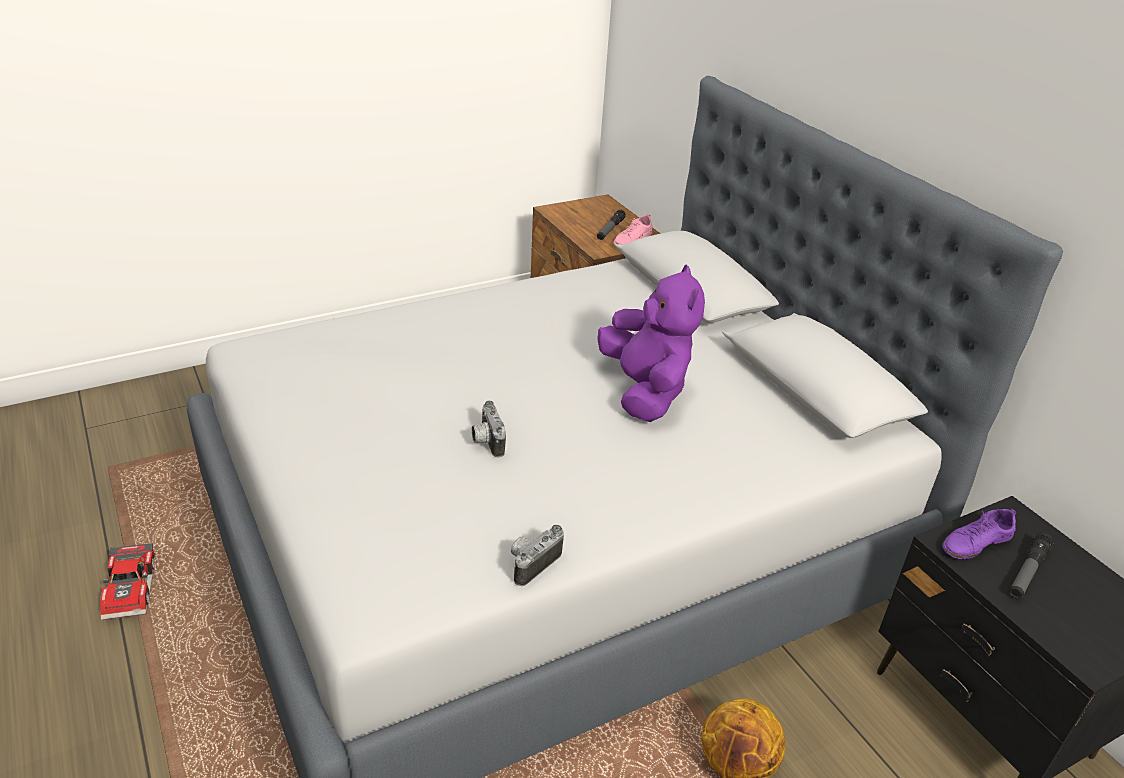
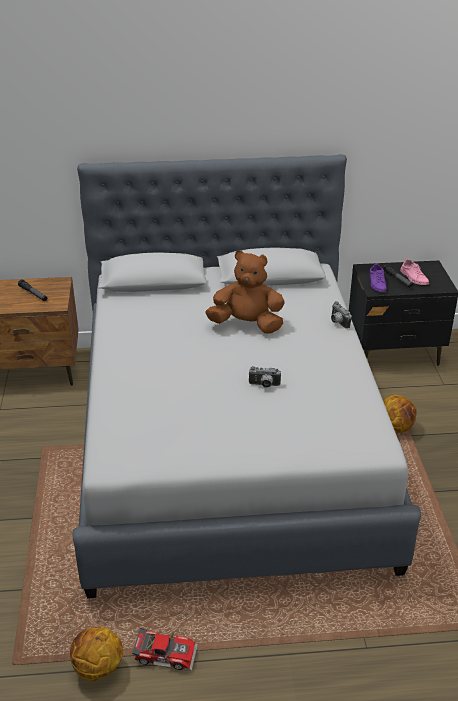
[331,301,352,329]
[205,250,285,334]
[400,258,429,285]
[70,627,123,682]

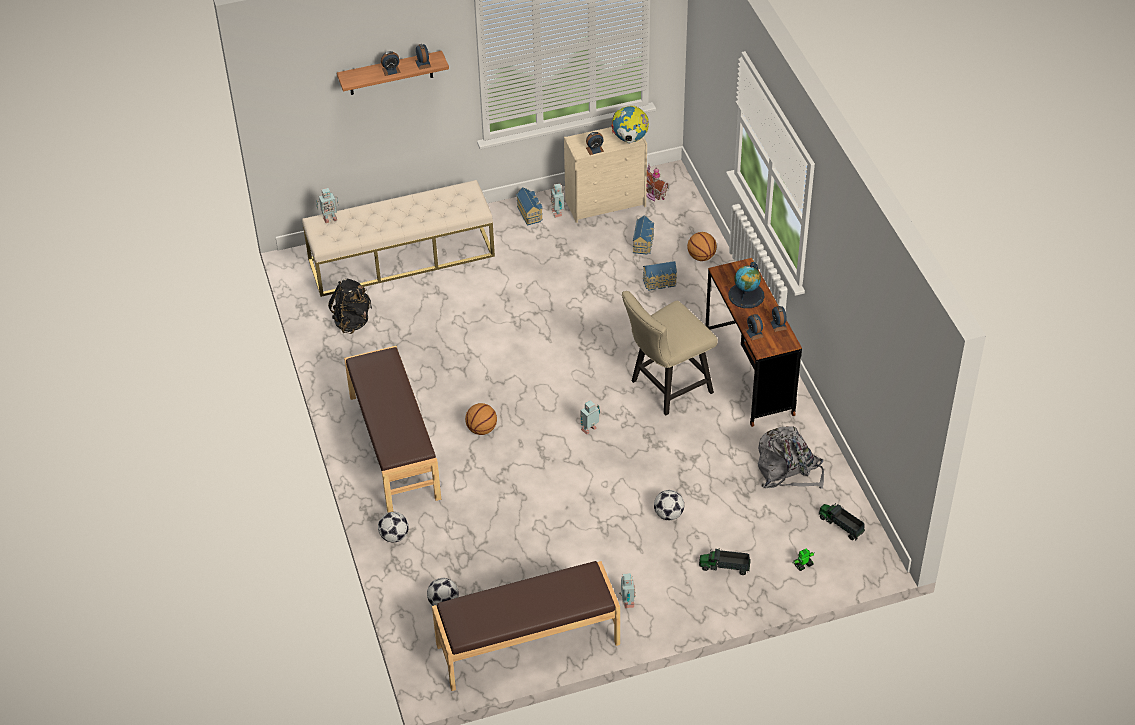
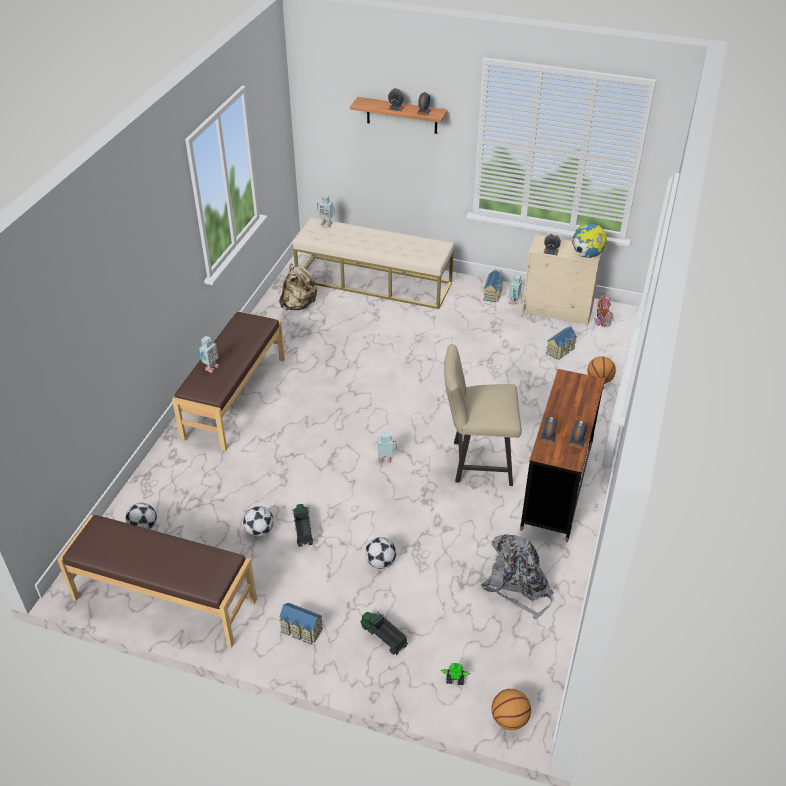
[279,264,318,310]
[243,506,274,537]
[491,689,531,730]
[199,336,219,373]
[279,603,323,644]
[728,262,765,308] (first image)
[292,504,313,547]

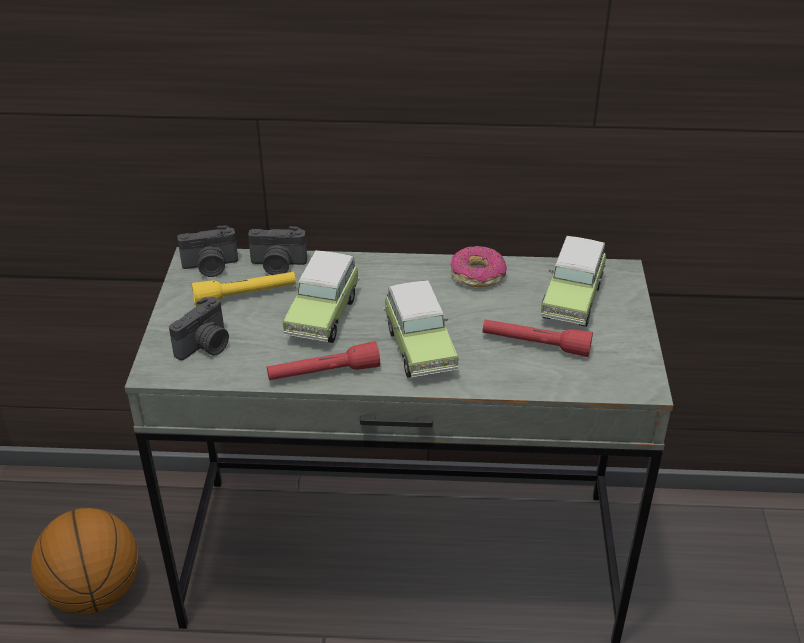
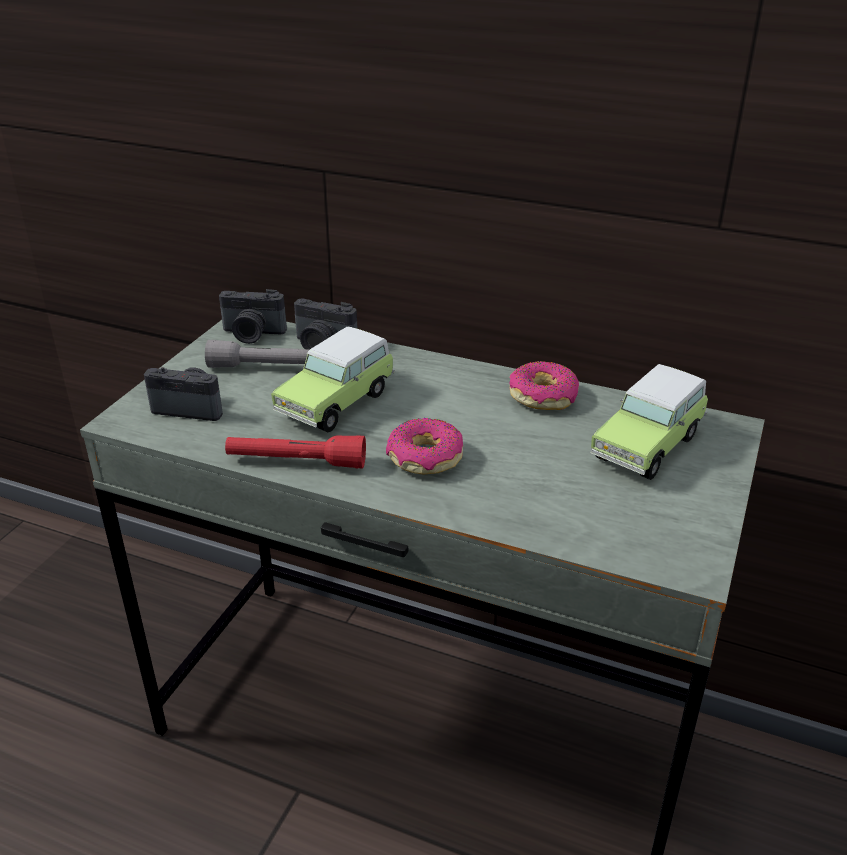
[31,508,139,614] (first image)
[144,367,223,421]
[205,340,310,368]
[386,418,463,474]
[483,319,593,357] (first image)

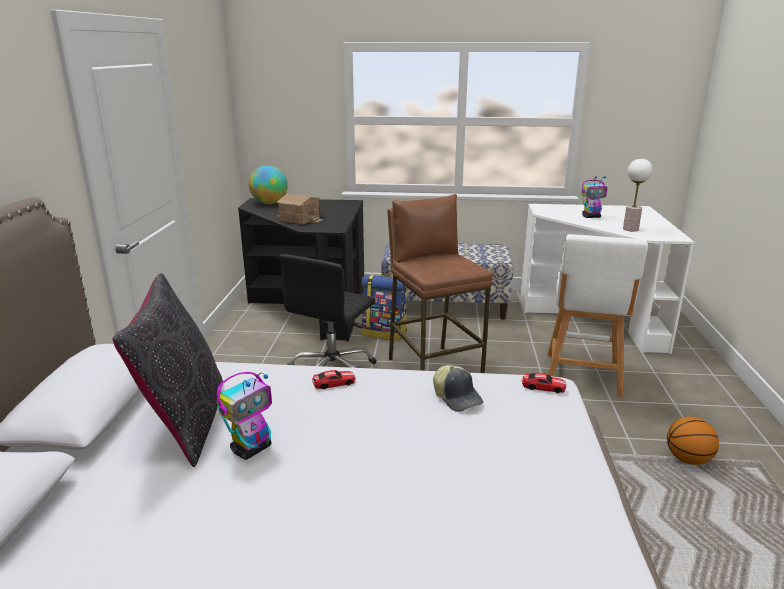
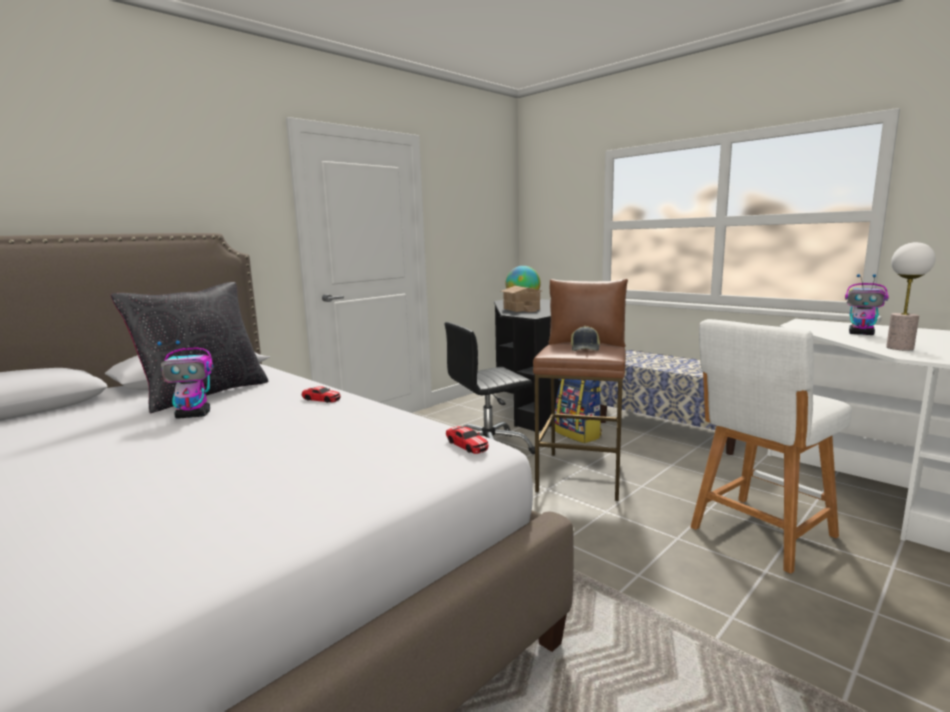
[571,326,600,351]
[667,417,719,465] (first image)

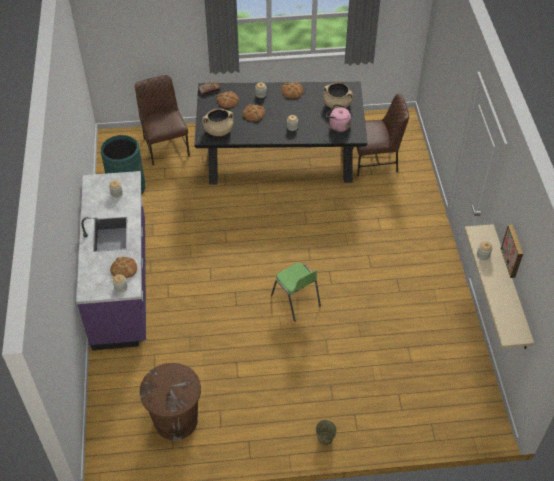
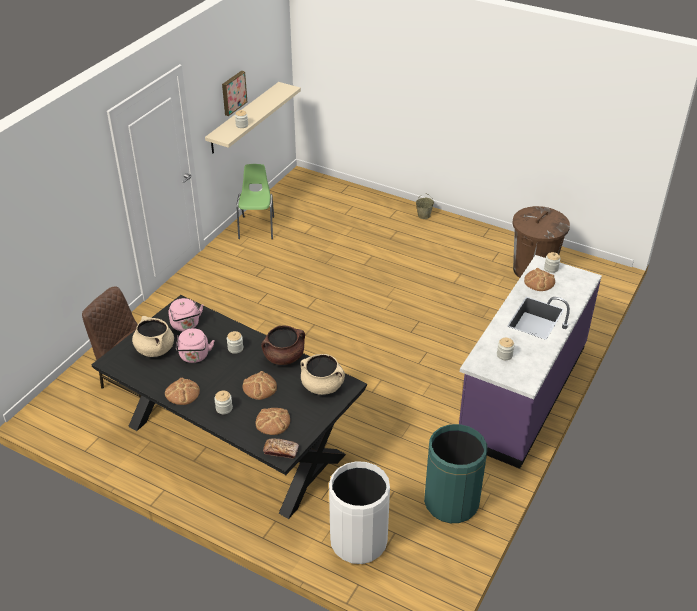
[329,461,390,564]
[236,164,274,239]
[176,328,215,363]
[261,325,305,365]

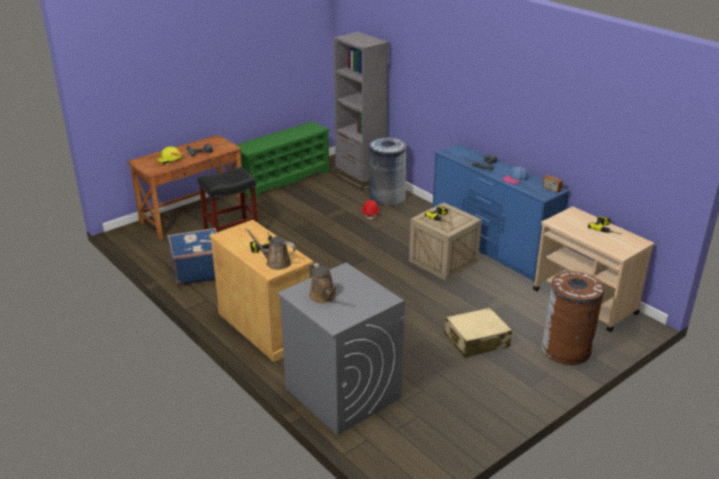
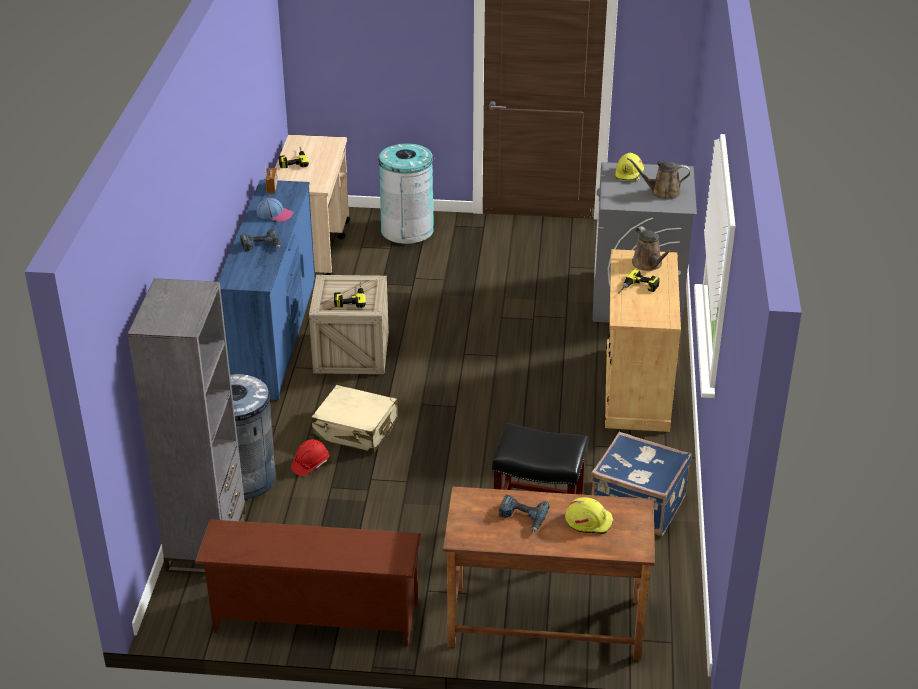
[195,519,421,647]
[627,158,690,199]
[311,385,398,453]
[379,143,435,244]
[615,153,644,181]

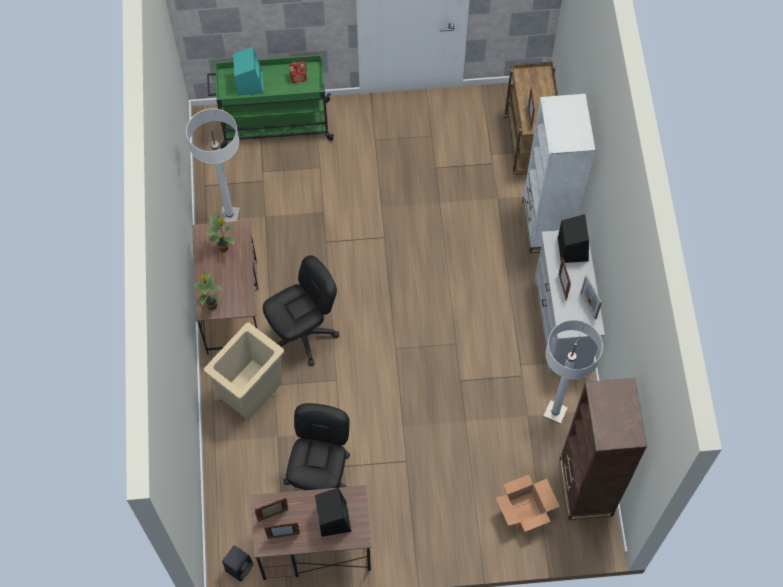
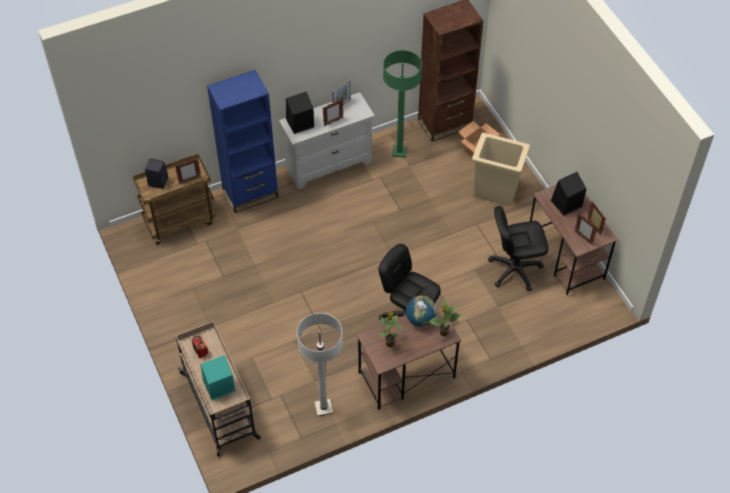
[472,133,530,206]
[175,321,261,456]
[145,159,168,189]
[207,70,279,213]
[383,50,422,157]
[406,296,436,326]

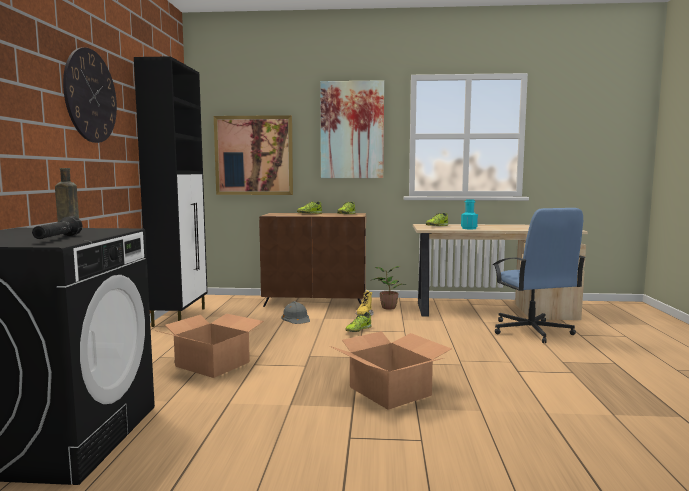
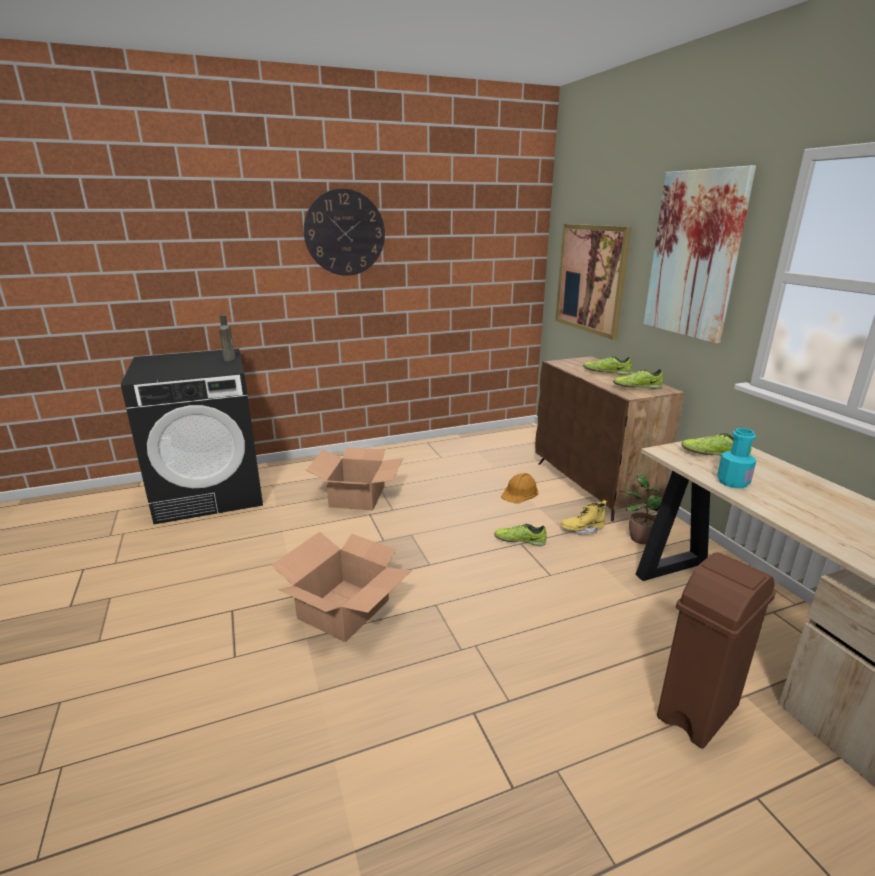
[32,216,82,239] (first image)
[134,56,207,327] (first image)
[501,473,538,504]
[657,552,776,749]

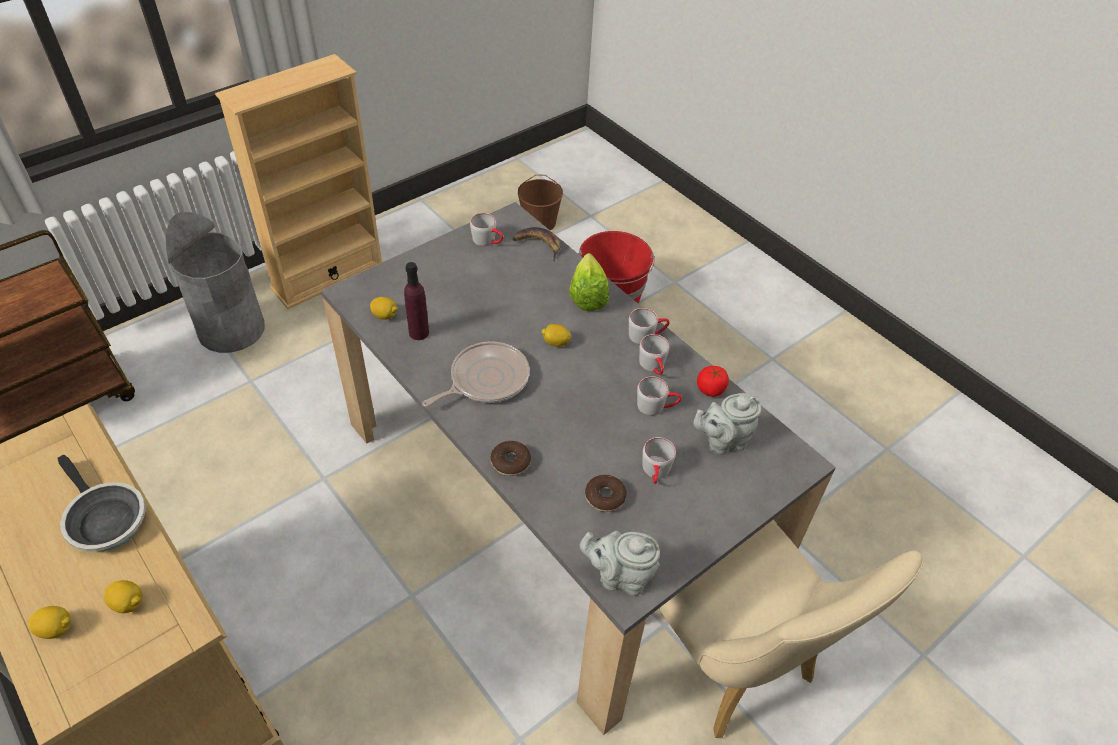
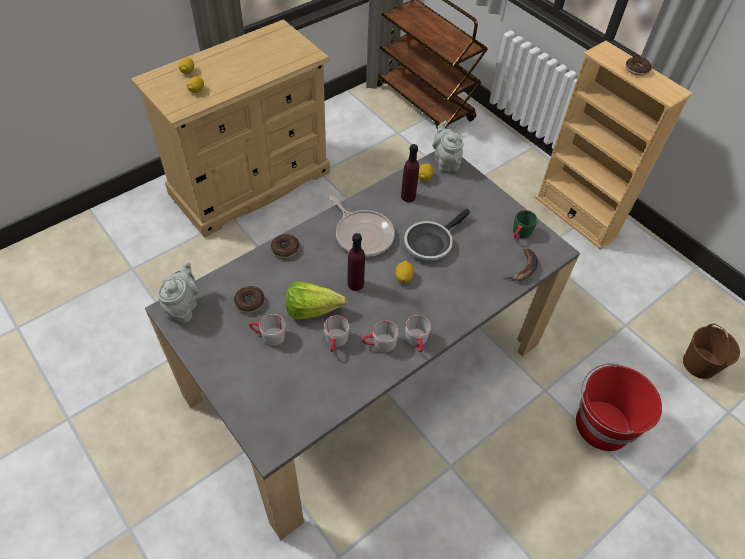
[404,209,471,261]
[166,212,265,353] (first image)
[513,210,538,239]
[286,282,347,319]
[659,520,923,738] (first image)
[432,120,464,172]
[697,366,729,397] (first image)
[348,233,365,291]
[626,57,652,76]

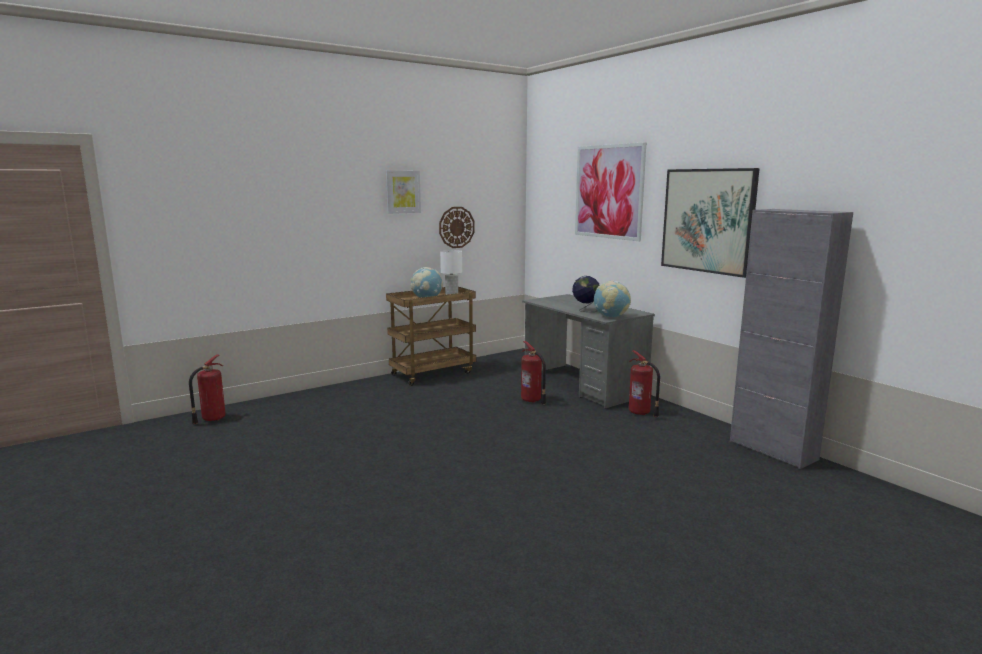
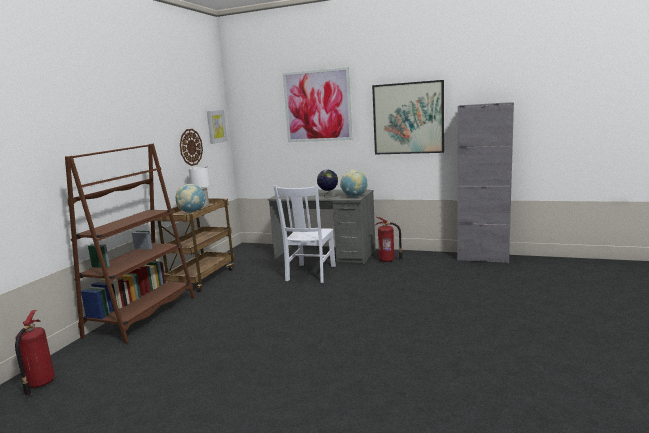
[207,110,227,144]
[273,185,336,283]
[65,144,195,343]

